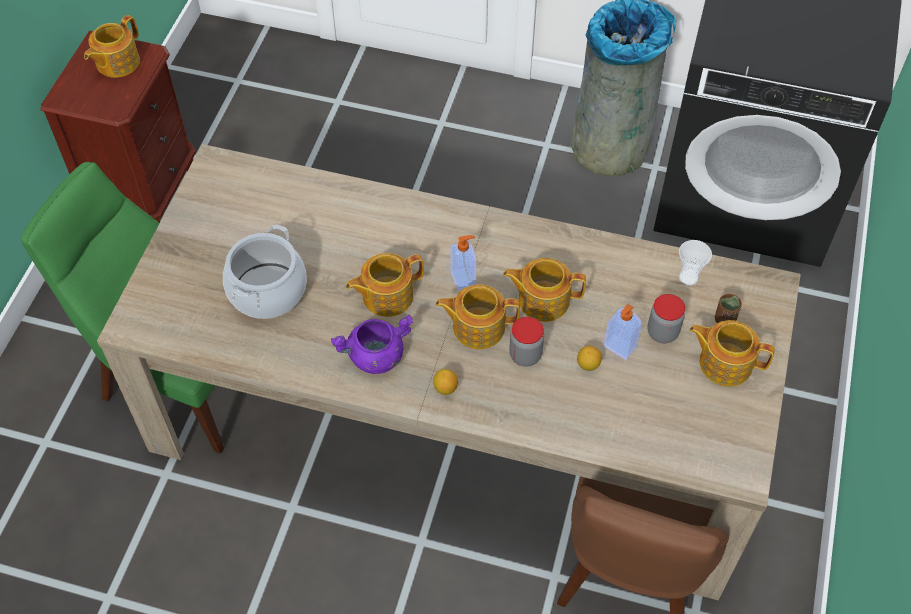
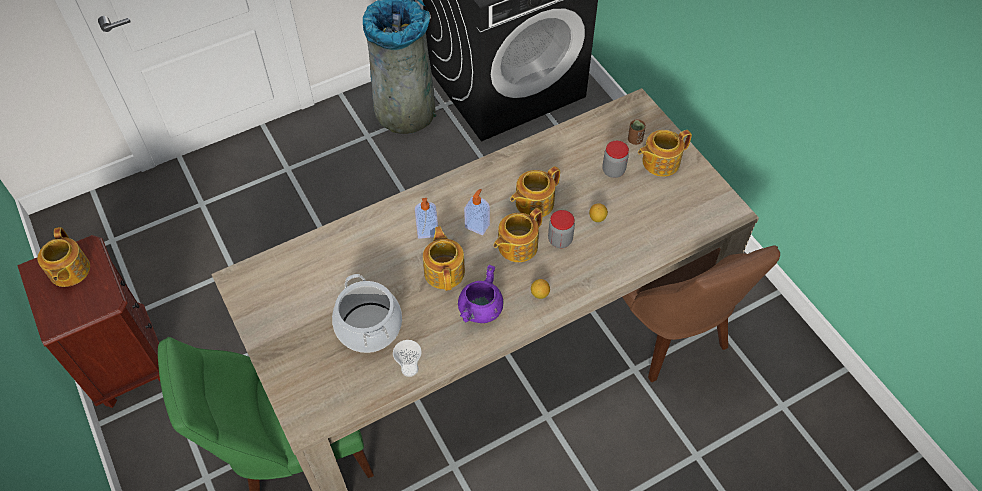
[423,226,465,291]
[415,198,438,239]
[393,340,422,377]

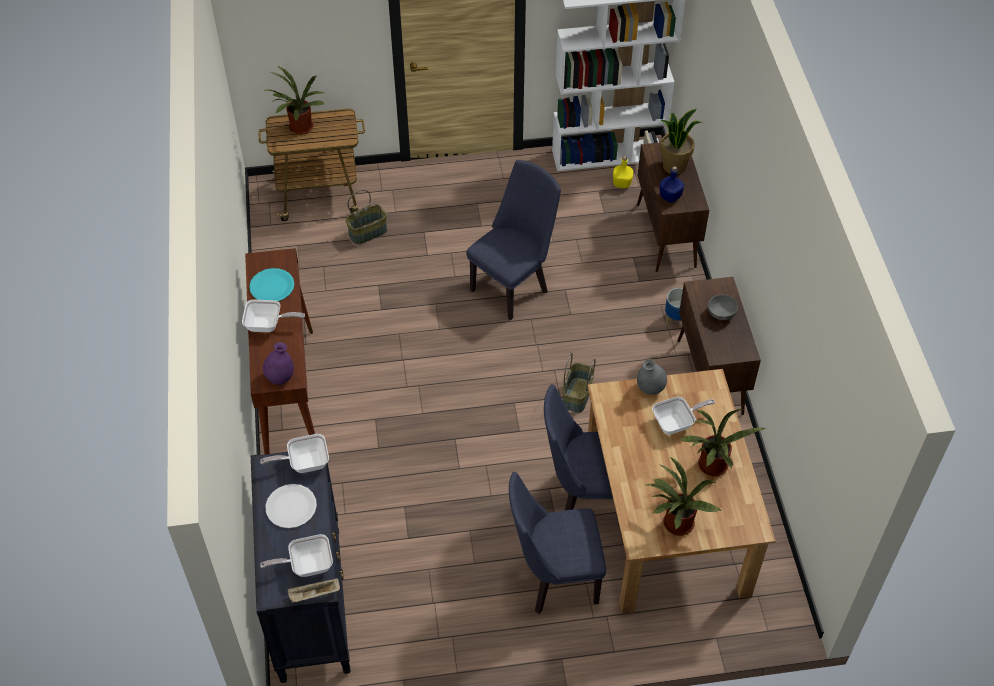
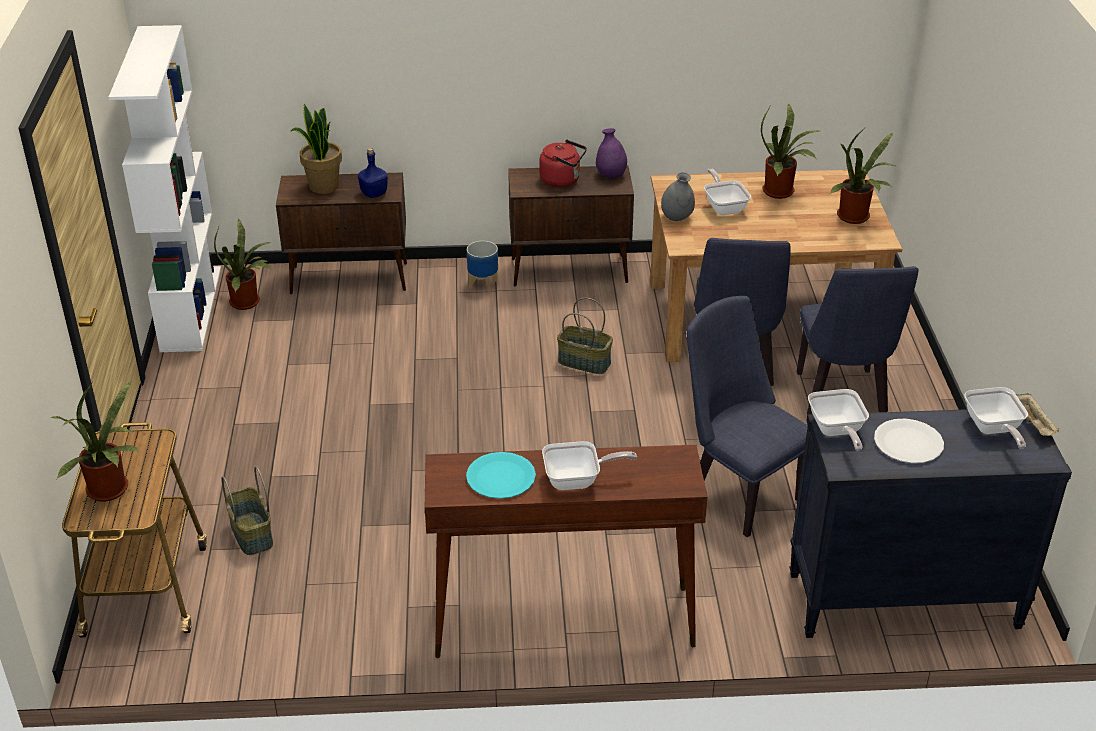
[542,441,637,490]
[596,128,627,178]
[687,296,808,537]
[214,219,271,310]
[539,140,587,187]

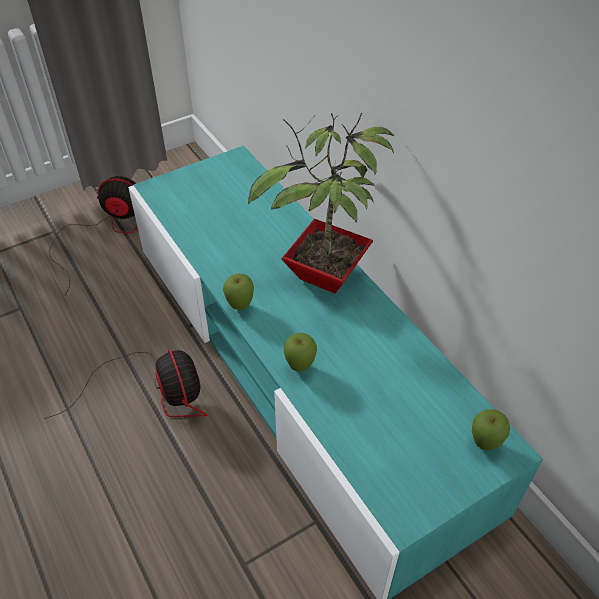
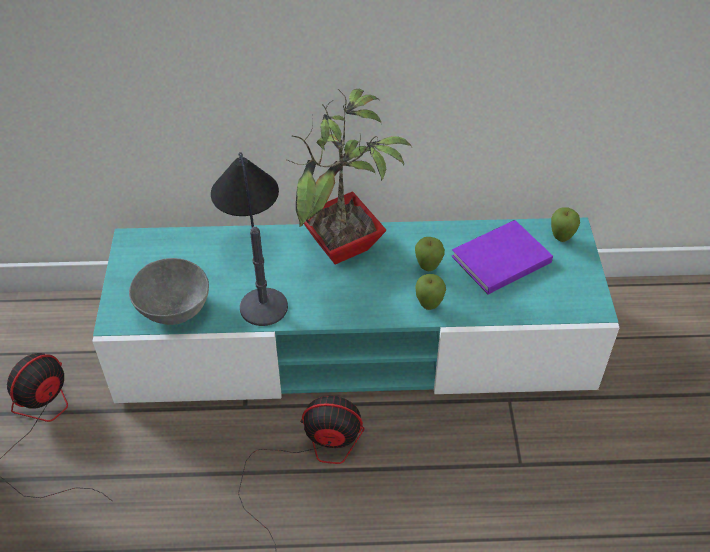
[415,237,445,271]
[129,258,209,325]
[211,152,288,326]
[451,220,553,294]

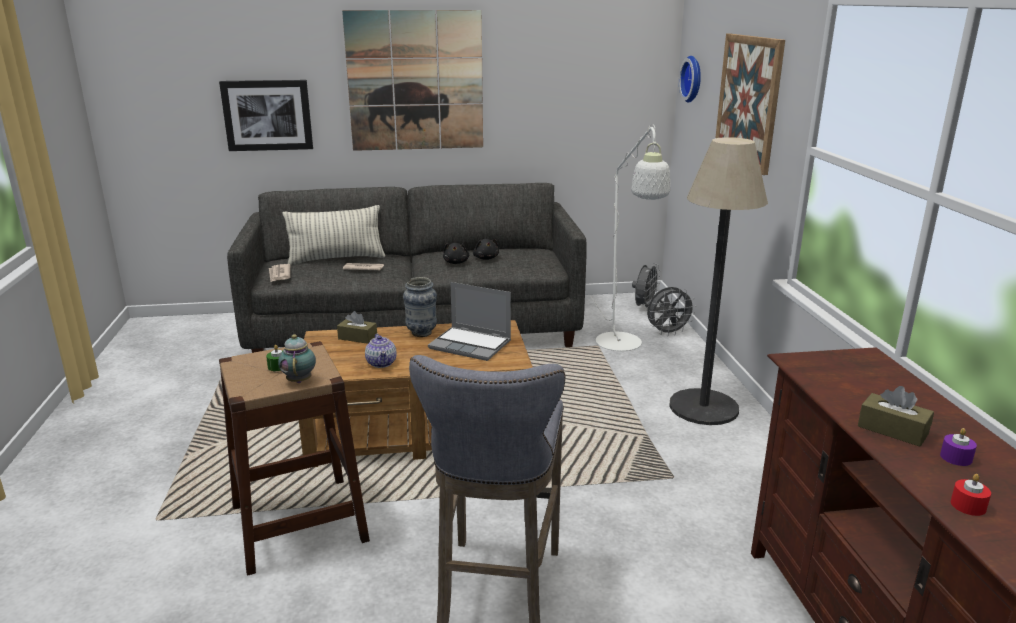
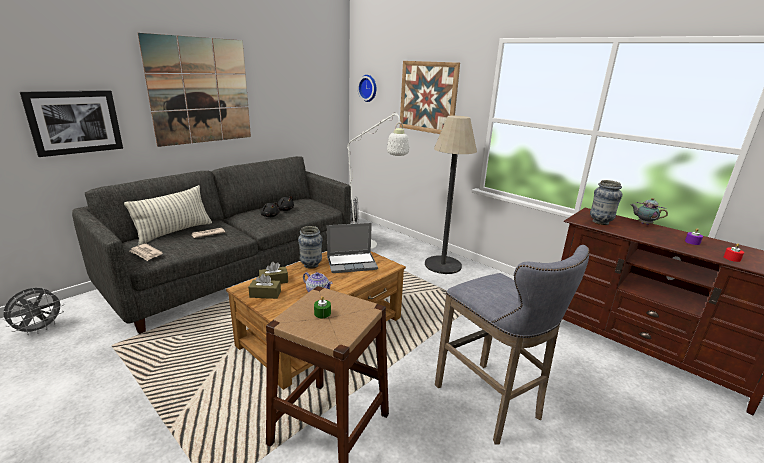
[631,198,668,225]
[3,288,65,335]
[248,274,281,299]
[590,180,622,225]

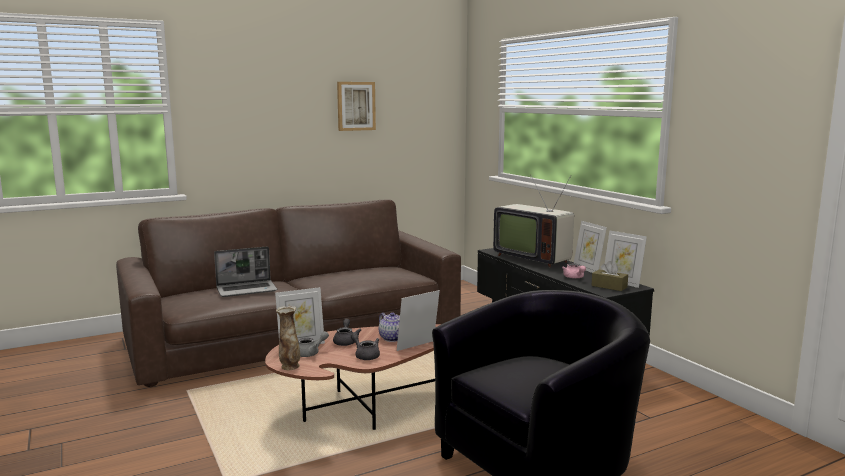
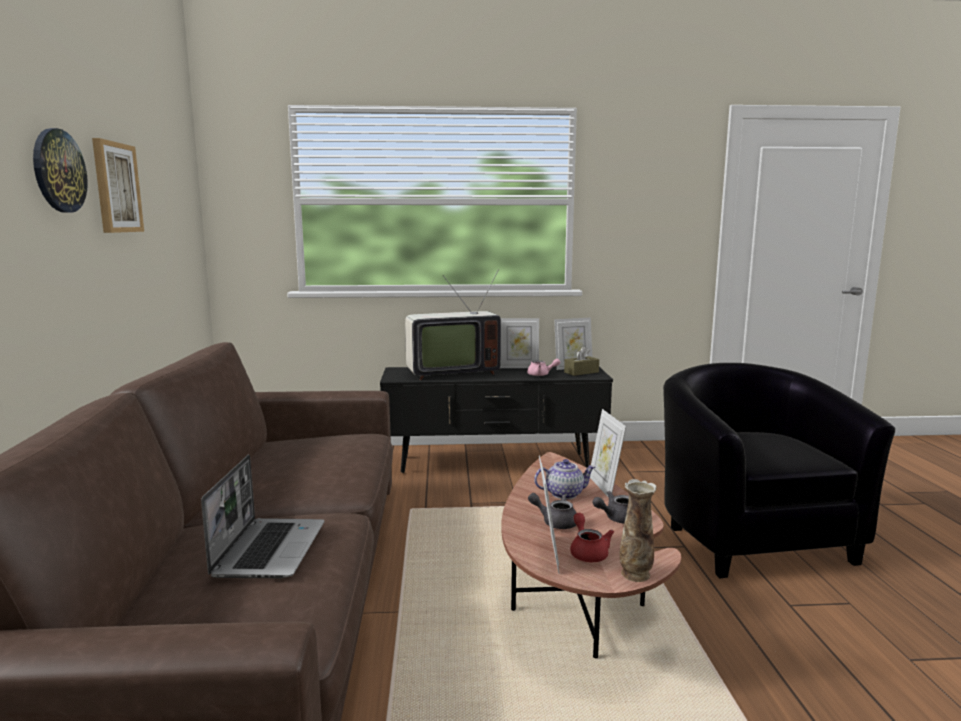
[570,513,614,562]
[33,128,88,213]

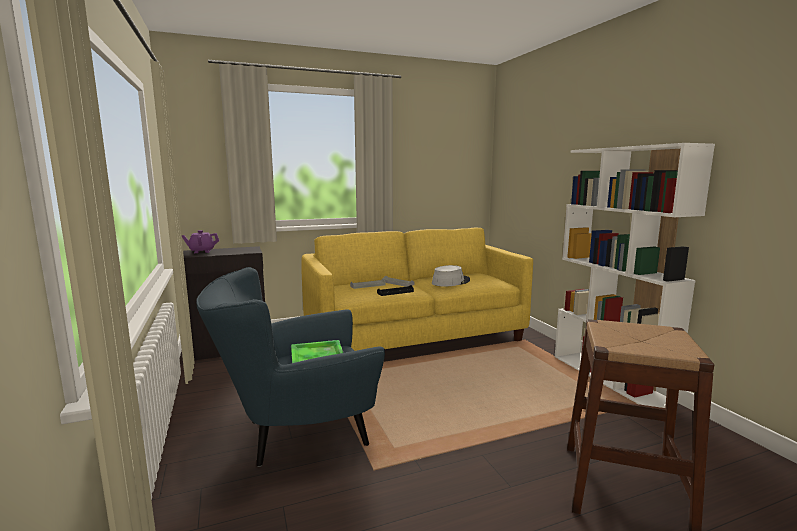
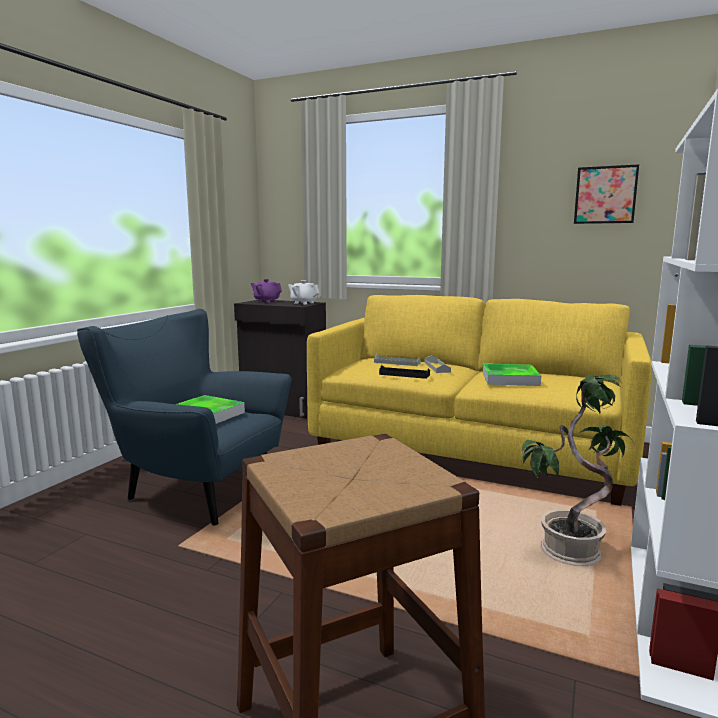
[483,363,541,386]
[288,280,319,304]
[521,374,635,566]
[574,164,639,224]

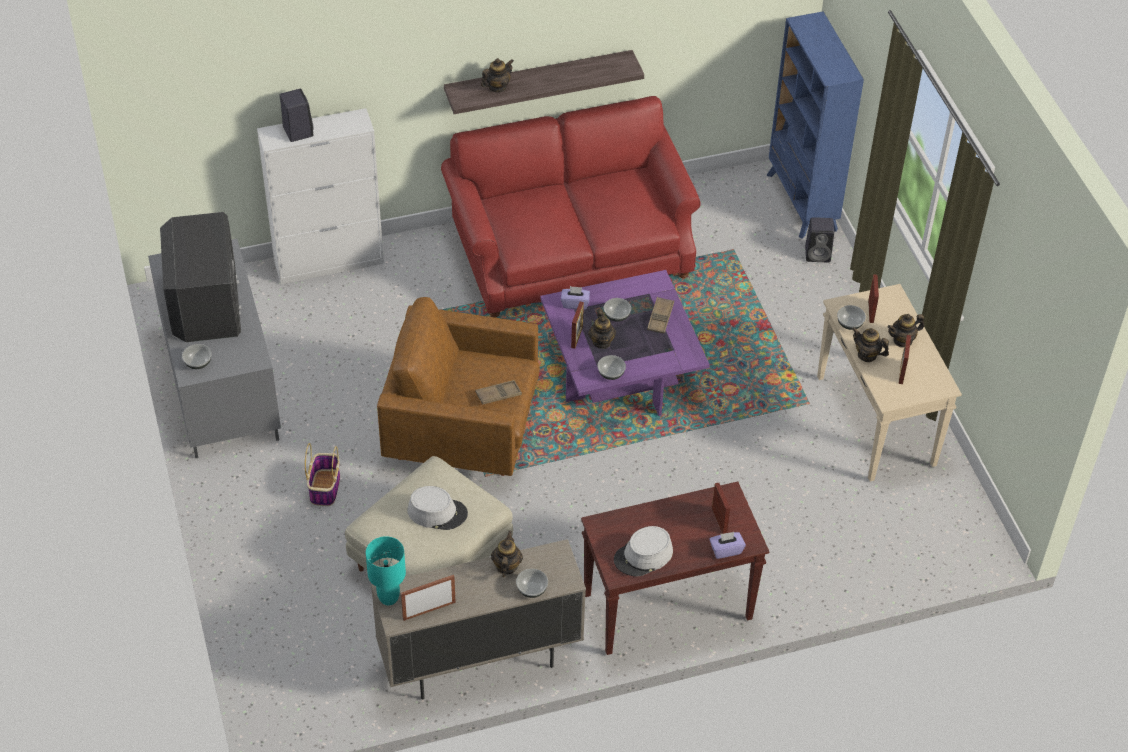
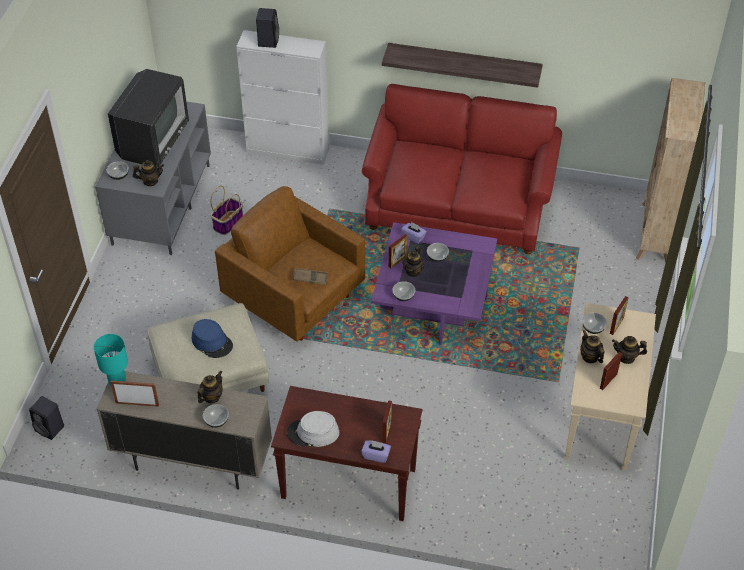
[210,186,243,235]
[192,319,233,358]
[133,160,164,186]
[647,297,674,334] (first image)
[636,78,705,262]
[29,396,64,440]

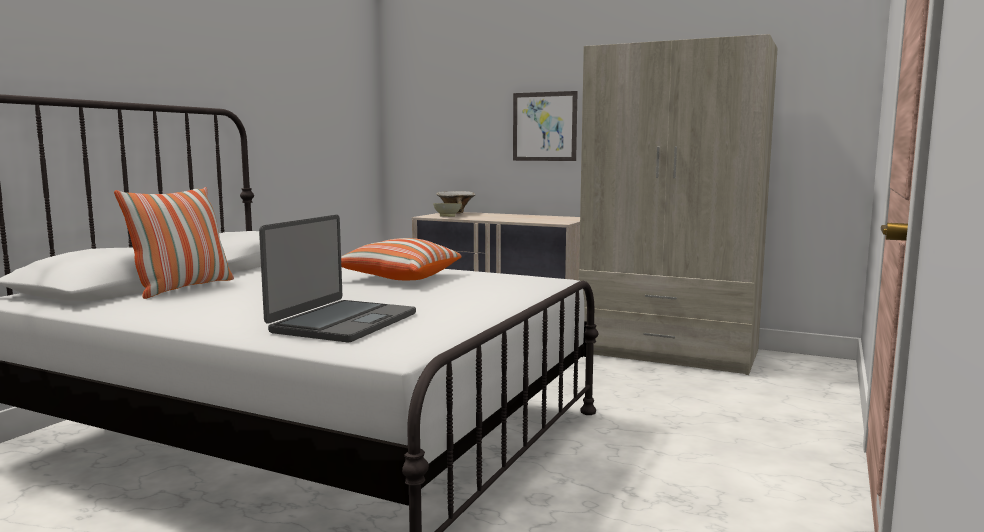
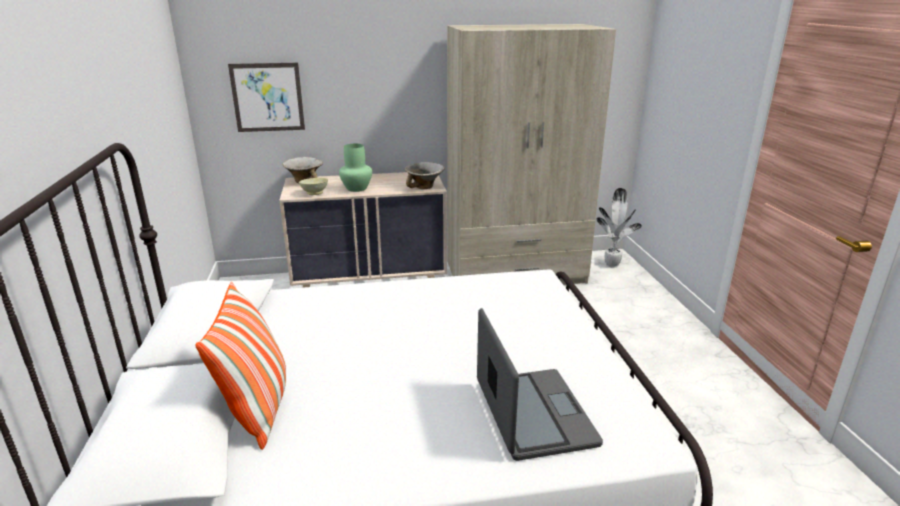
[341,238,462,280] (first image)
[228,63,305,132]
[339,144,372,192]
[405,162,445,189]
[596,188,642,268]

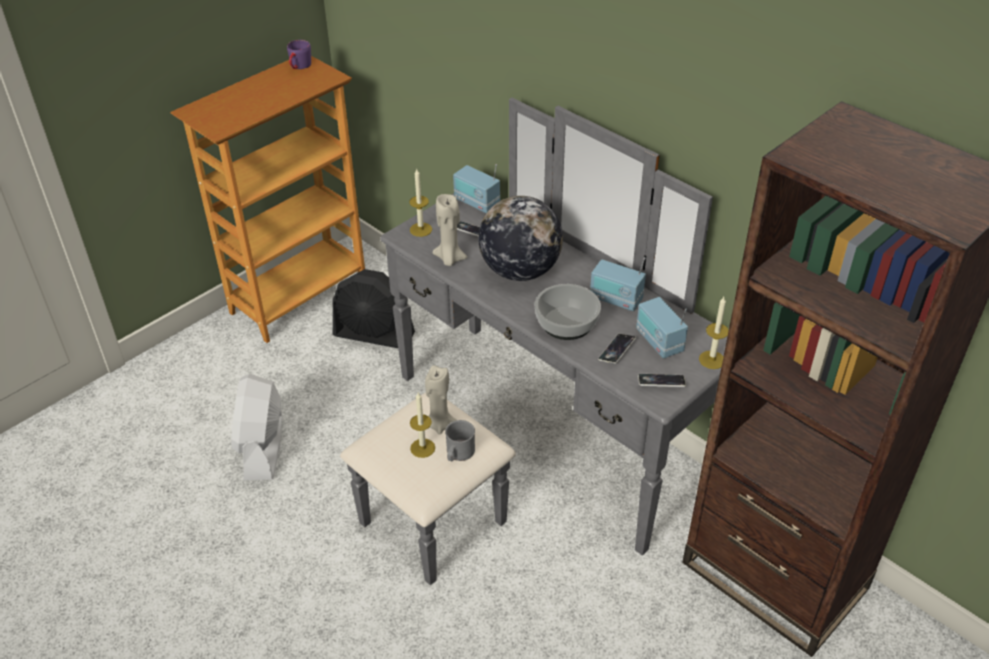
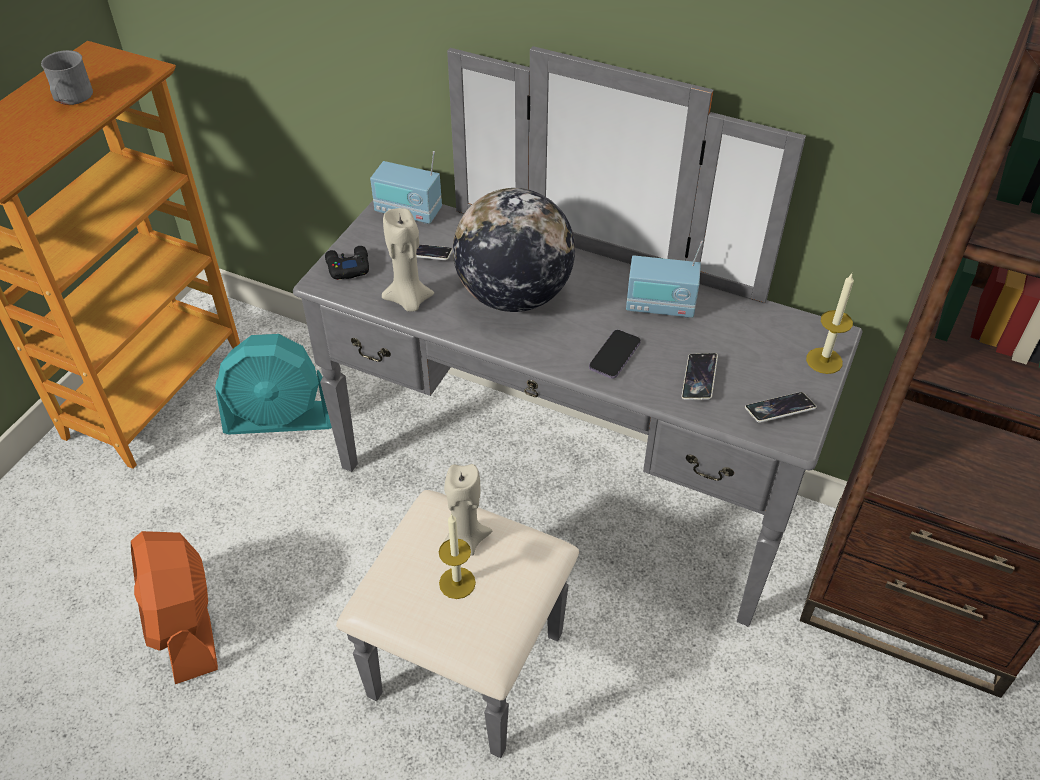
[131,531,218,684]
[287,40,311,69] (first image)
[215,334,332,434]
[325,246,369,280]
[41,50,93,105]
[589,330,641,379]
[636,297,688,359] (first image)

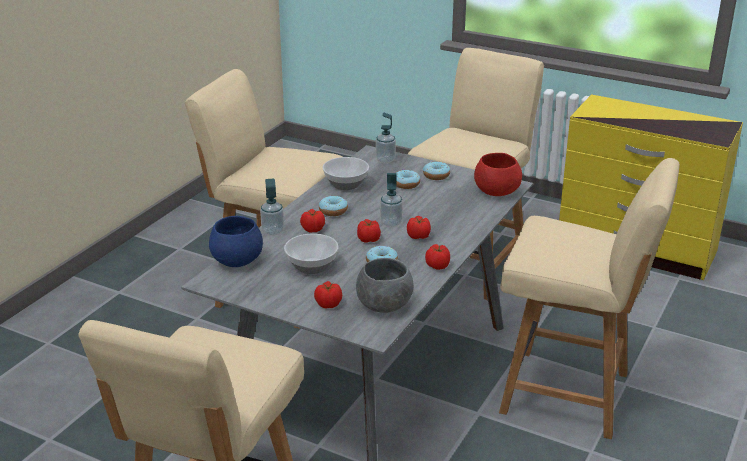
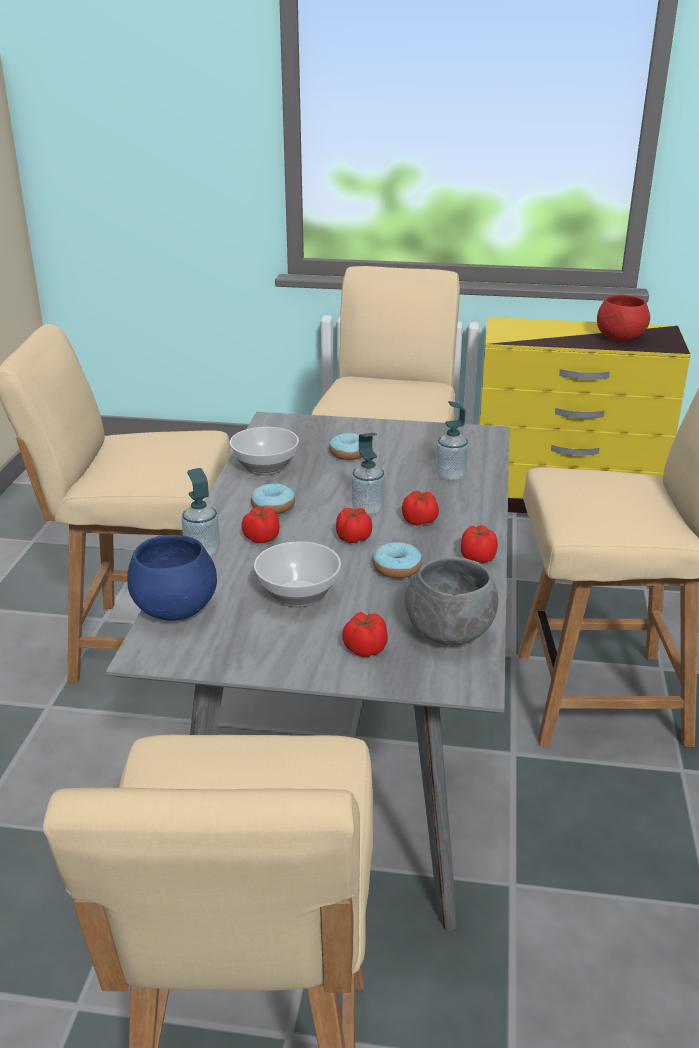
[436,401,469,481]
[423,162,450,180] (first image)
[597,294,650,341]

